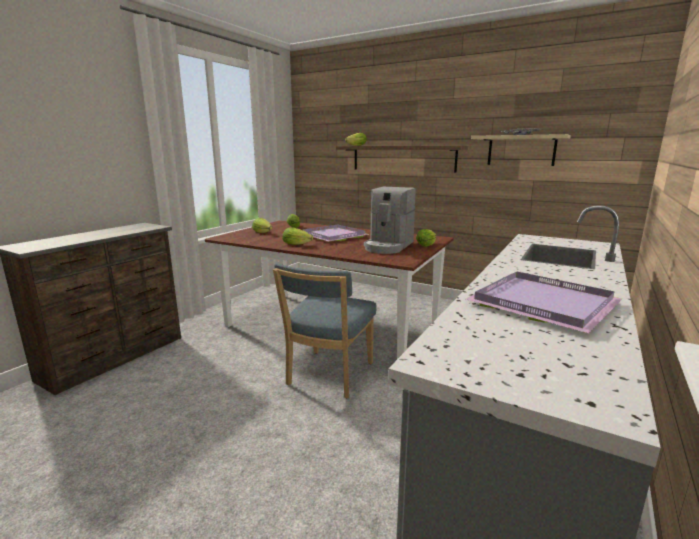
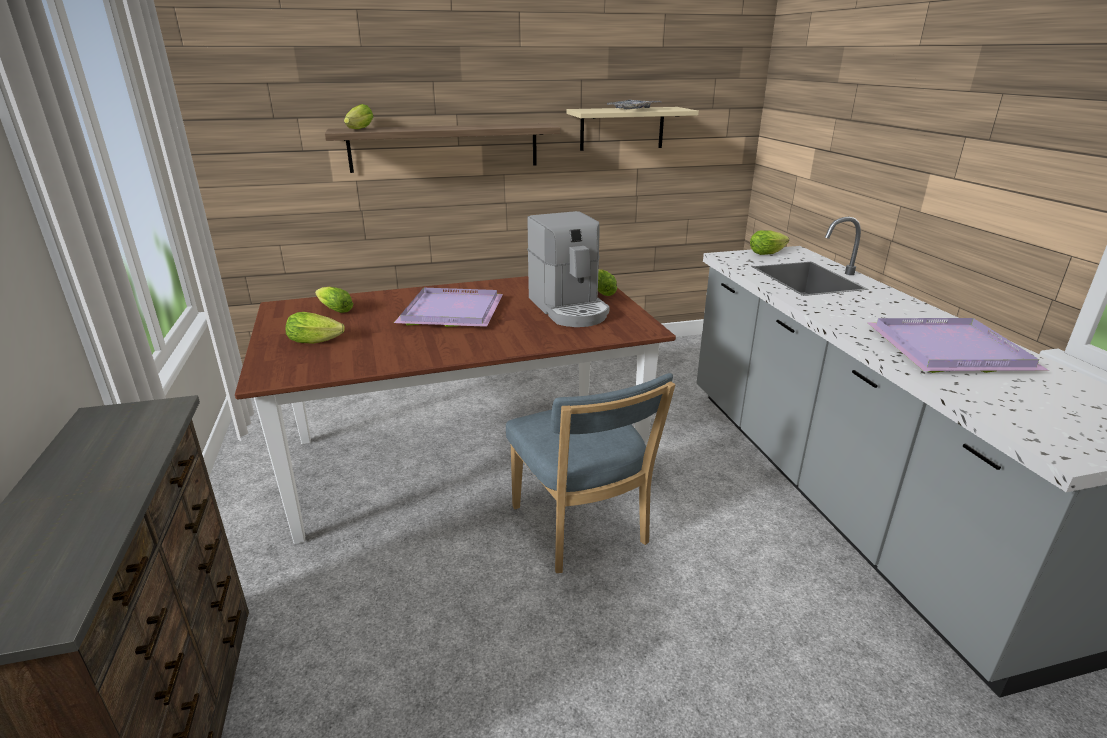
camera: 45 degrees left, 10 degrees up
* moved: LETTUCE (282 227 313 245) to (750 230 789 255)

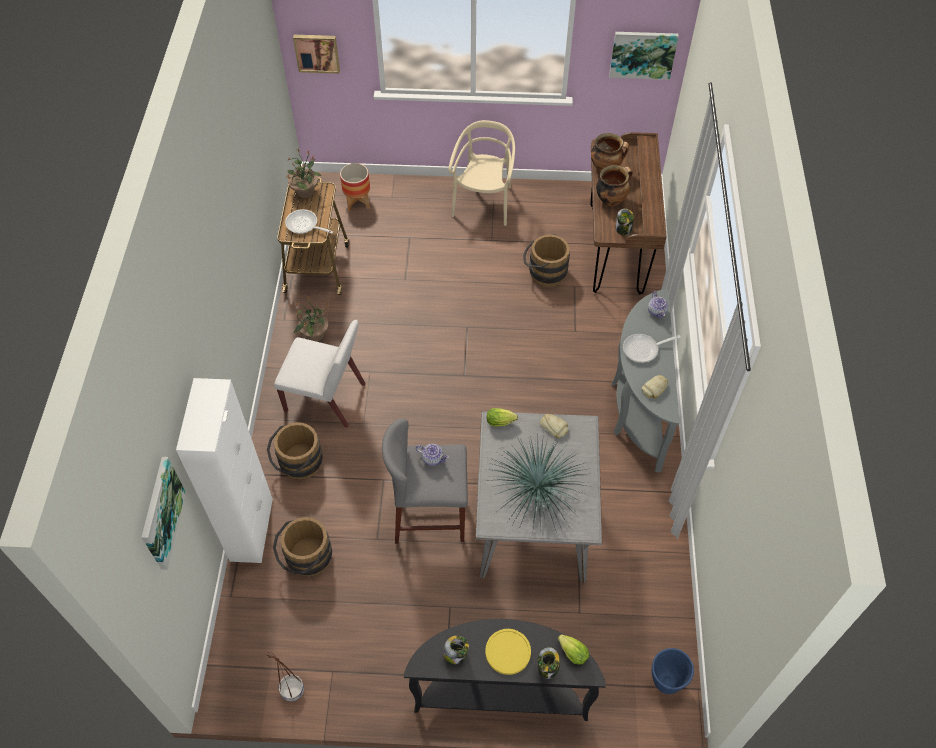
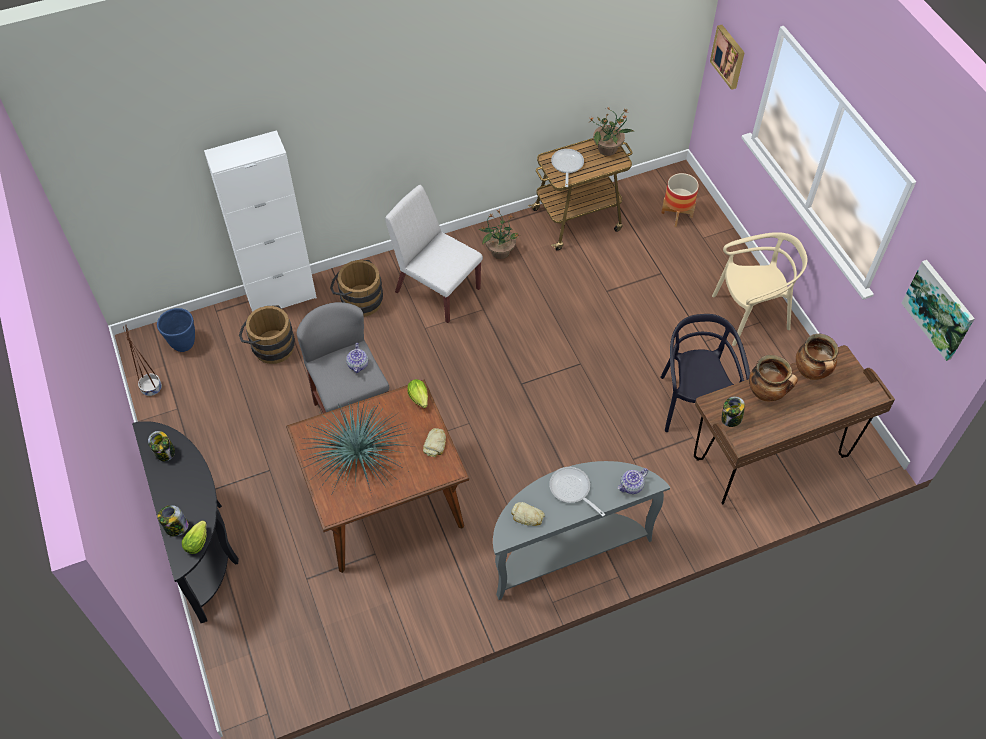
camera: 65 degrees right, 0 degrees up
* removed: PICTURE (141 457 186 570)
* removed: YELLOW PLATE (485 629 531 675)
* moved: BLUE PLANTER (652 648 694 694) to (157 308 195 352)
* replaced: BROWN BUCKET (523 234 570 287) to BLACK CHAIR (660 314 750 432)
* recoloured: GREY DINING TABLE (475 411 602 583) to BROWN DINING TABLE (286 379 469 573)
* turned: WHITE CHAIR (274 320 366 428) = (385 185 483 323) 135 degrees clockwise

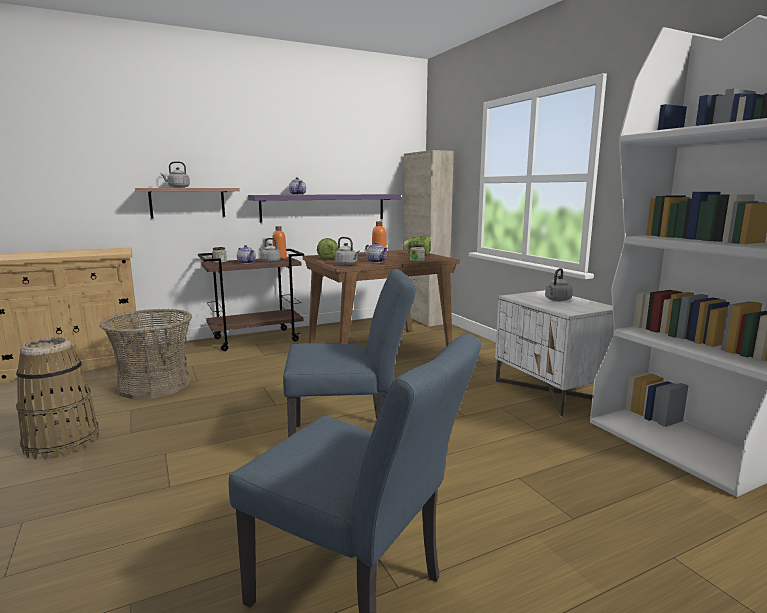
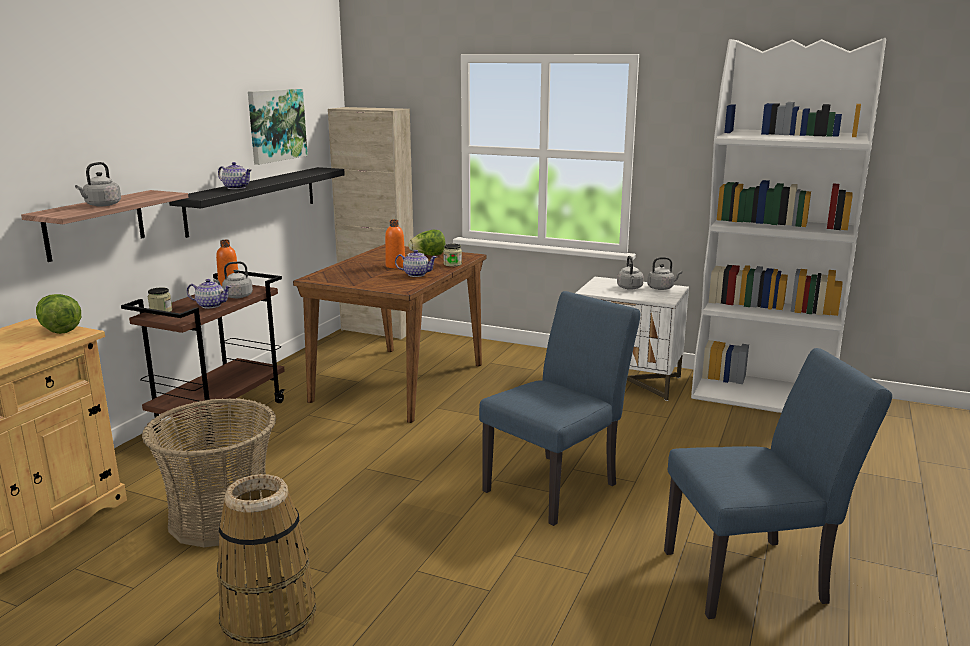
camera: 40 degrees left, 5 degrees up
* added: PICTURE (248 89 308 165)
* moved: LETTUCE (317 238 338 260) to (36 294 81 334)
* moved: GREY KETTLE (335 237 360 265) to (647 257 682 290)
* recoloured: PURPLE SHELF (248 194 401 223) to BLACK SHELF (169 167 345 238)

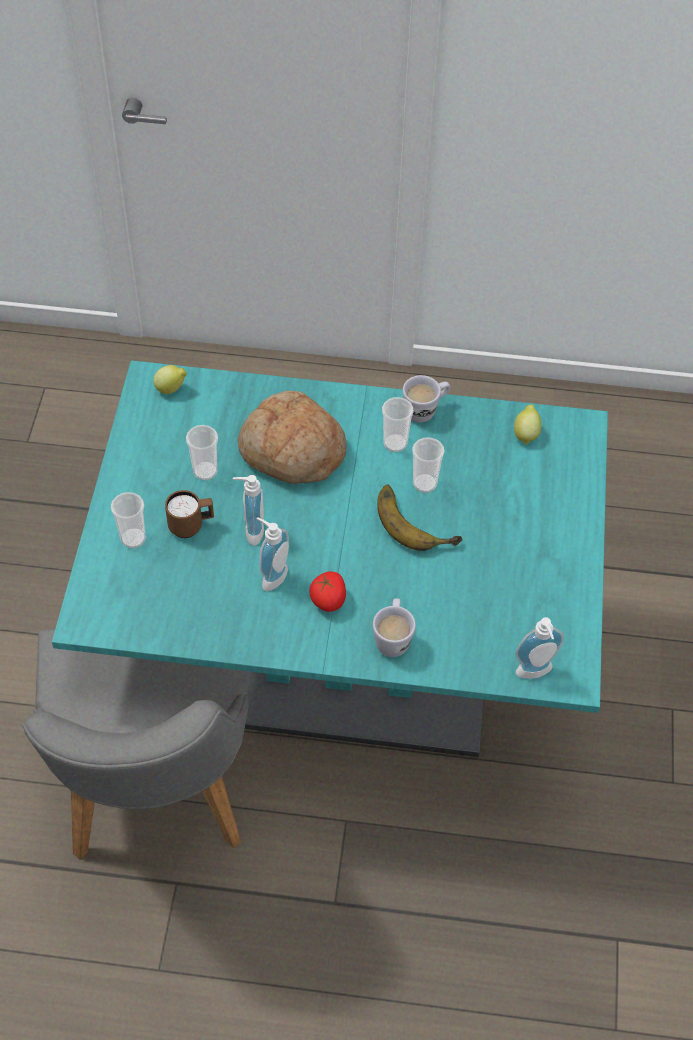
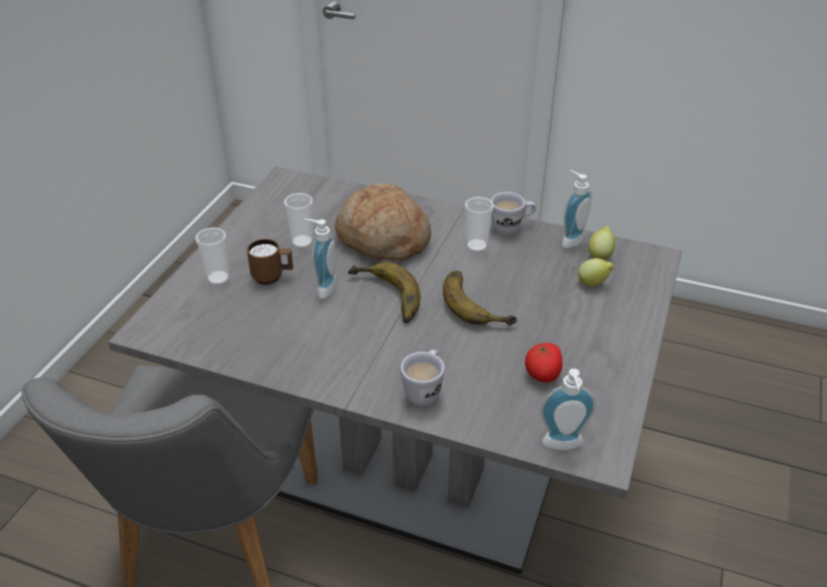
camera: 15 degrees right, 15 degrees down
* removed: CUP (412 437 445 493)
* added: BANANA (348 262 420 323)
* moved: LEMON (153 365 187 394) to (578 258 614 287)
* moved: SOAP DISPENSER (257 517 289 591) to (562 170 592 248)
* moved: TOMATO (309 571 346 612) to (525 343 563 382)
* recoloured: TURQUOISE DINING TABLE (52 360 608 757) to GREY DINING TABLE (108 167 682 574)

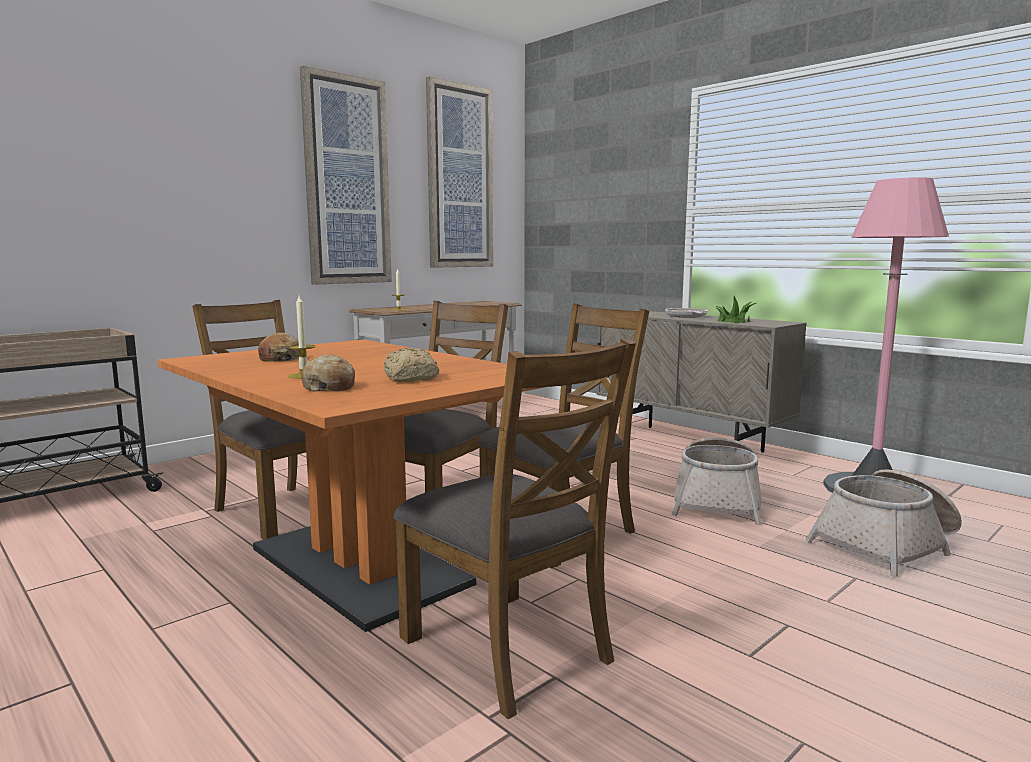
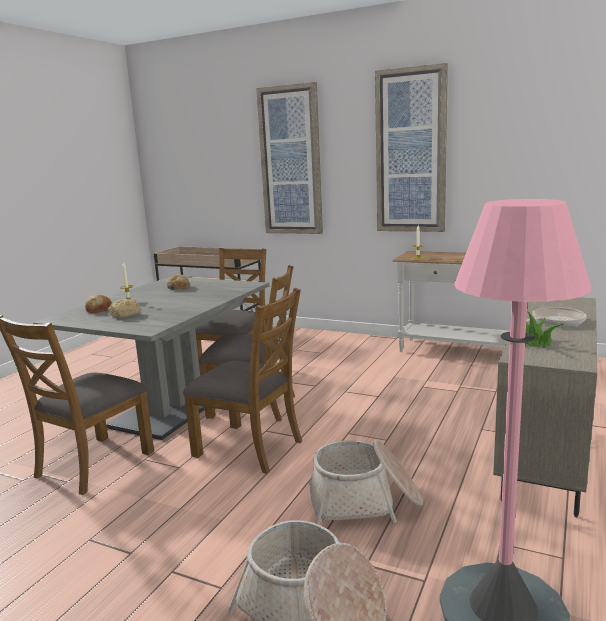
camera: 70 degrees right, 5 degrees up
* moved: PICTURE (426 76 493 268) to (256 82 323 234)
* recoloured: ORANGE DINING TABLE (158 340 544 632) to GREY DINING TABLE (33 277 269 440)

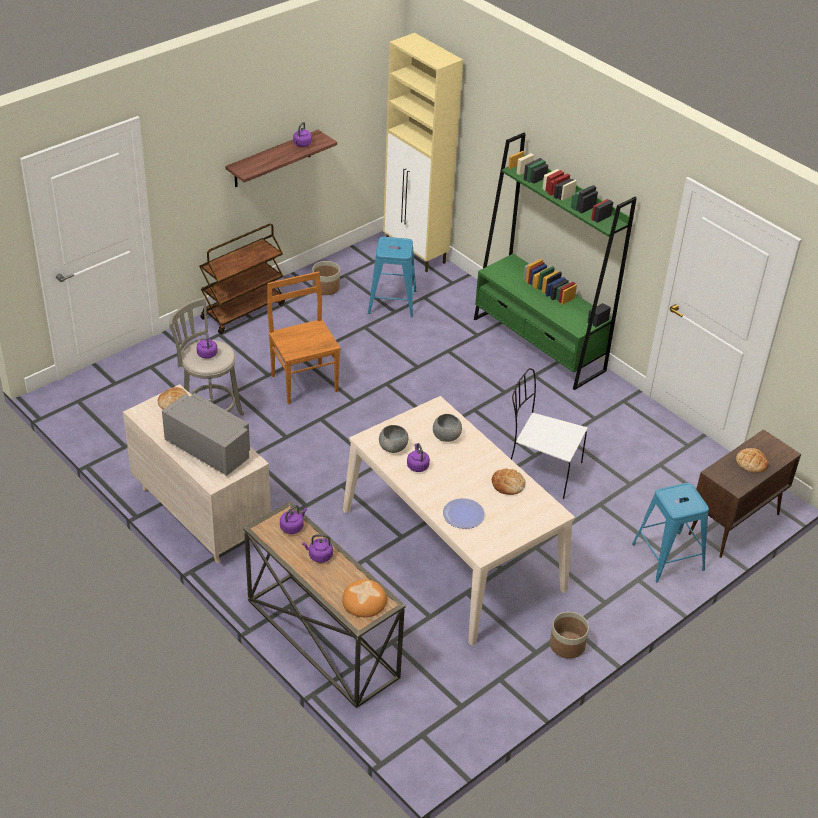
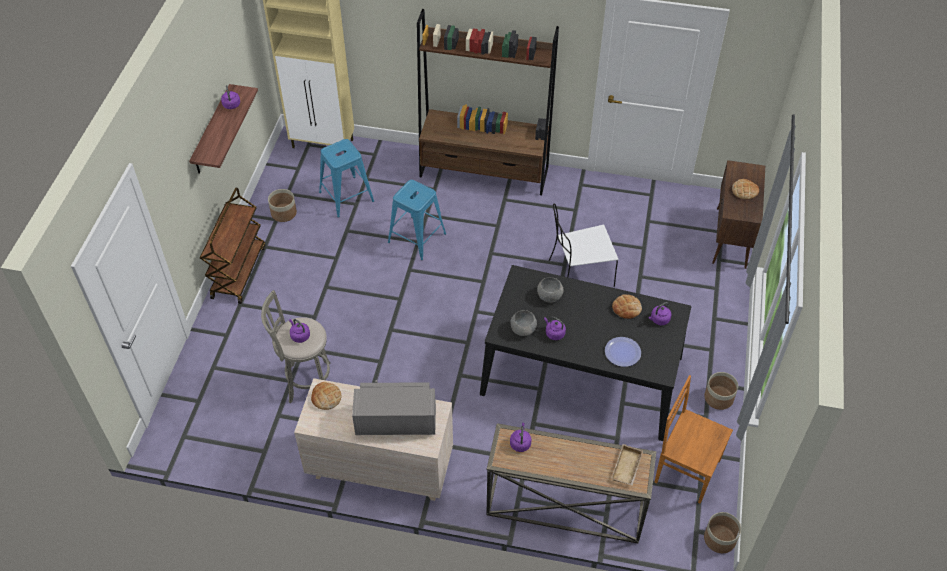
camera: 35 degrees left, 10 degrees up
* added: PLANTER (704 512 741 553)
* moved: BROWN CHAIR (267 271 341 404) to (655 375 733 504)
* moved: PURPLE KETTLE (302 534 333 563) to (648 302 671 325)
* moved: BLUE STOOL (632 483 709 582) to (388 180 446 260)
* replaced: BREAD (342 579 387 617) to BEIGE TRAY (611 444 643 486)
* recoloured: BEIGE DINING TABLE (343 396 575 645) to BLACK DINING TABLE (480 265 691 441)
* recoloured: GREEN BOOKCASE (474 133 637 390) to BROWN BOOKCASE (417 9 559 195)

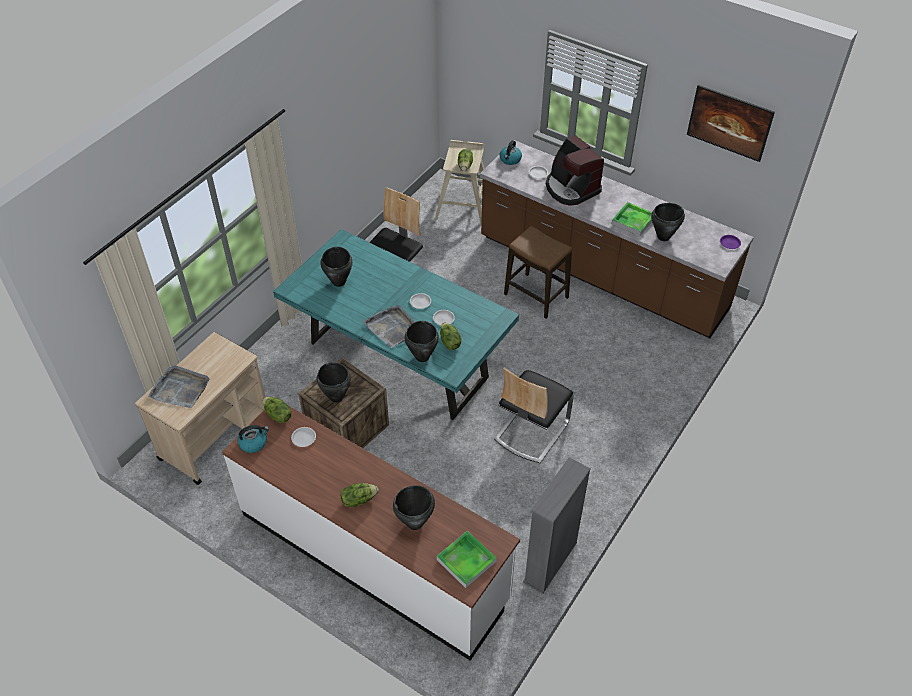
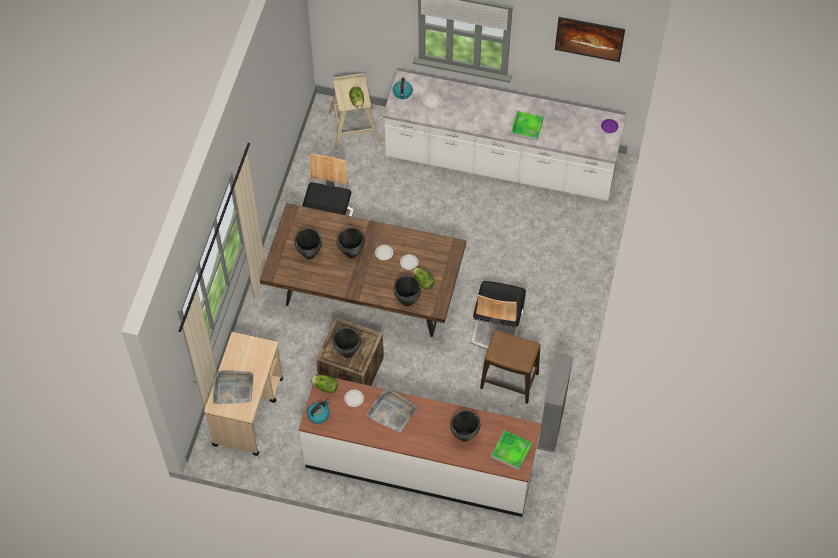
camera: 20 degrees left, 10 degrees up
* removed: LETTUCE (340 483 378 507)
* removed: COFFEE MACHINE (546 135 604 206)
* moved: GREY TRAY (363 305 415 348) to (366 389 417 432)
* moved: STOOL (504 226 572 319) to (480 330 540 404)
* moved: BLACK COOKING POT (651 203 685 241) to (337 228 365 258)
* recoloured: TURQUOISE DINING TABLE (273 229 519 420) to BROWN DINING TABLE (260 203 466 337)
* recoloured: BROWN COUNTER (480 140 754 338) to WHITE COUNTER (383 71 626 201)

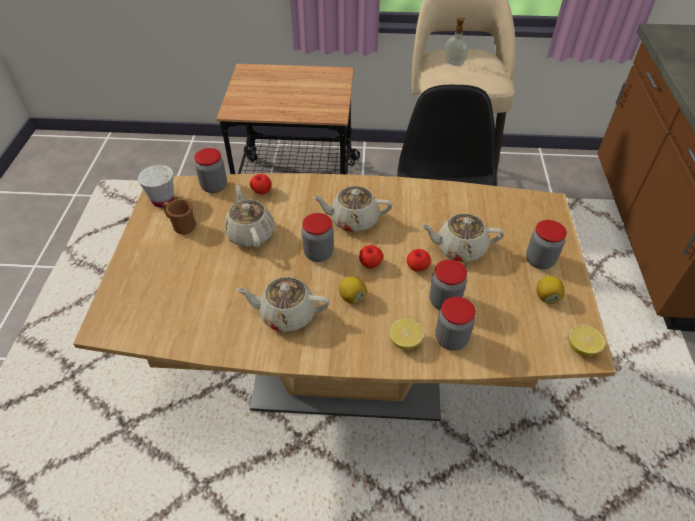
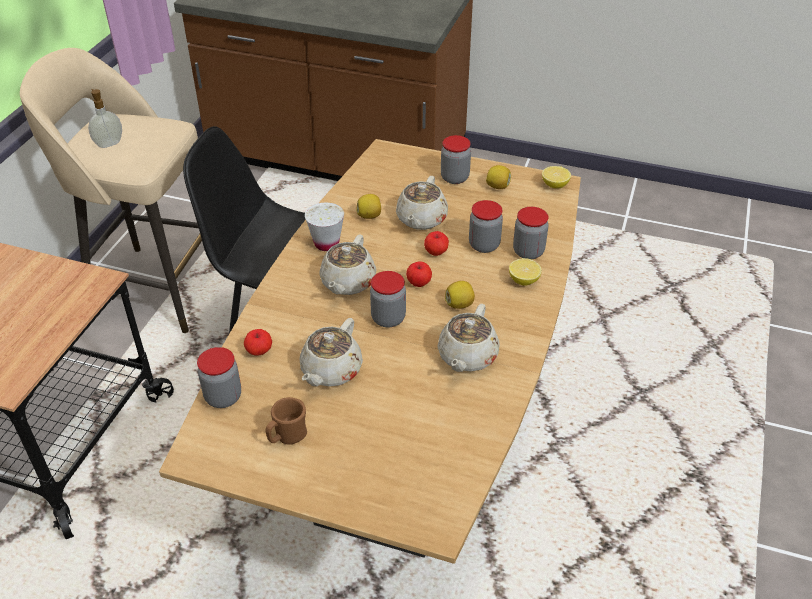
camera: 75 degrees left, 5 degrees down
* added: LEMON (356 194 381 219)
* moved: WHITE CUP (137 165 174 207) to (305 203 344 251)
* turned: BEIGE TEAPOT (224 185 275 248) = (300 318 363 387) 60 degrees counterclockwise

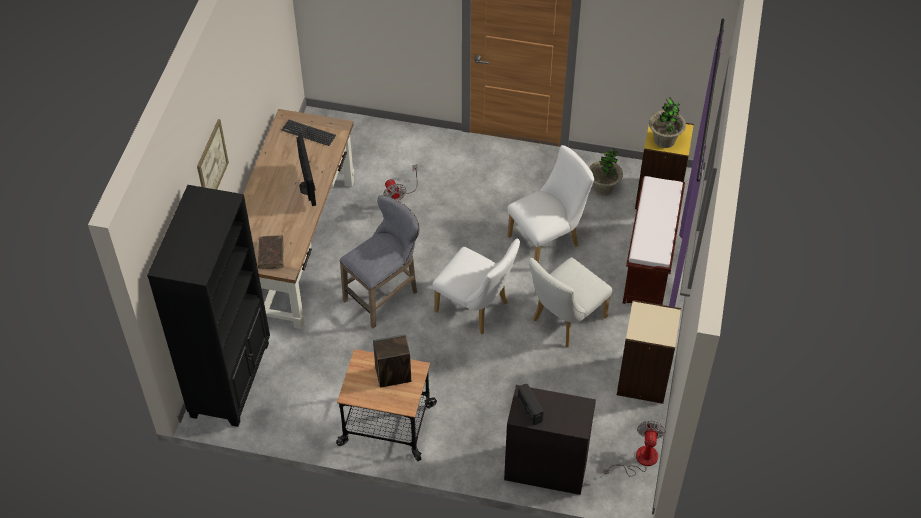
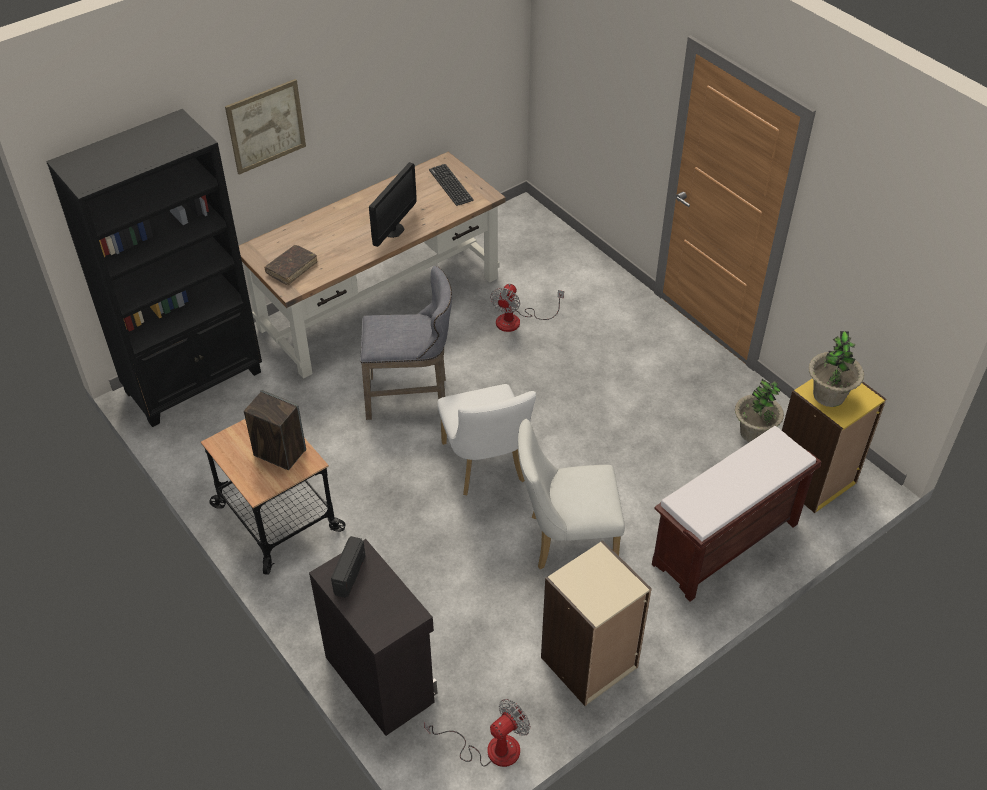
camera: 40 degrees right, 5 degrees down
* removed: WHITE CHAIR (507 145 594 263)

